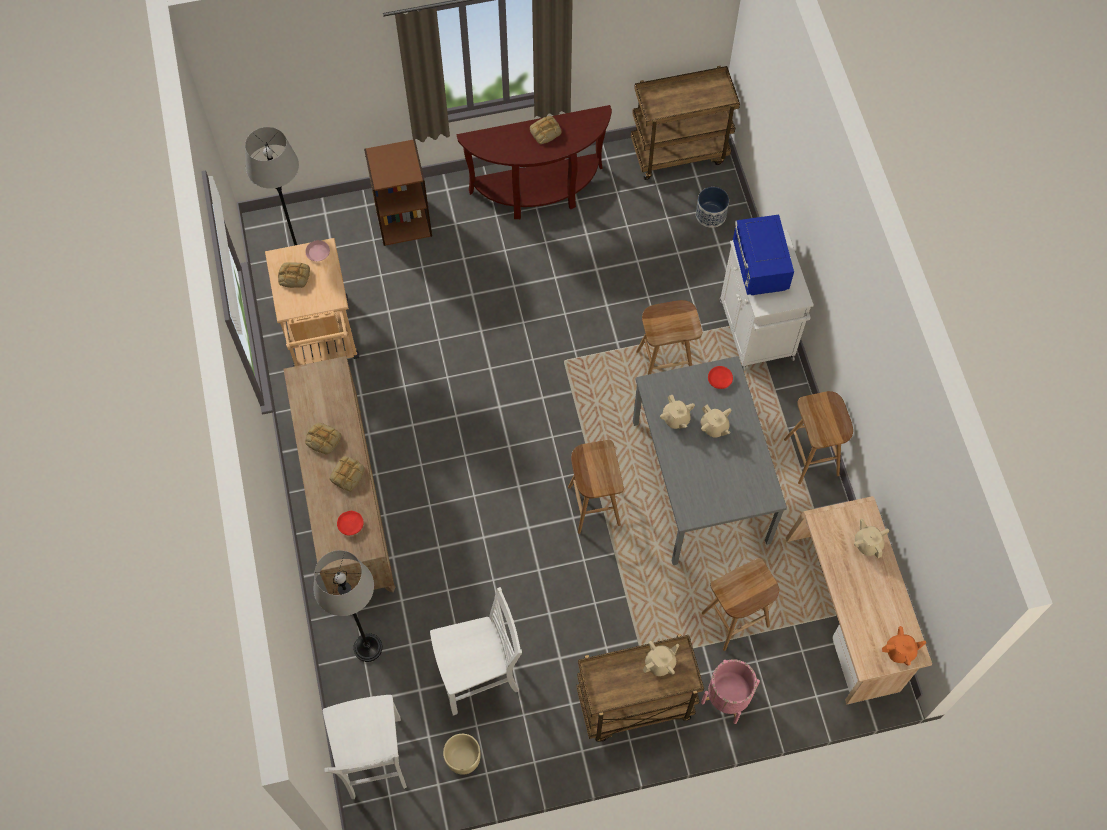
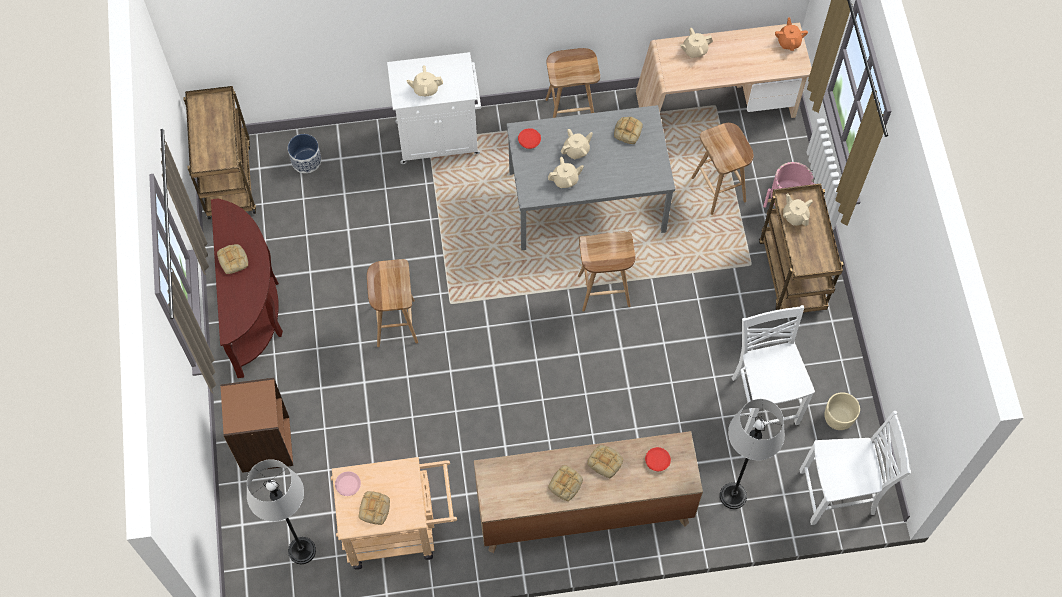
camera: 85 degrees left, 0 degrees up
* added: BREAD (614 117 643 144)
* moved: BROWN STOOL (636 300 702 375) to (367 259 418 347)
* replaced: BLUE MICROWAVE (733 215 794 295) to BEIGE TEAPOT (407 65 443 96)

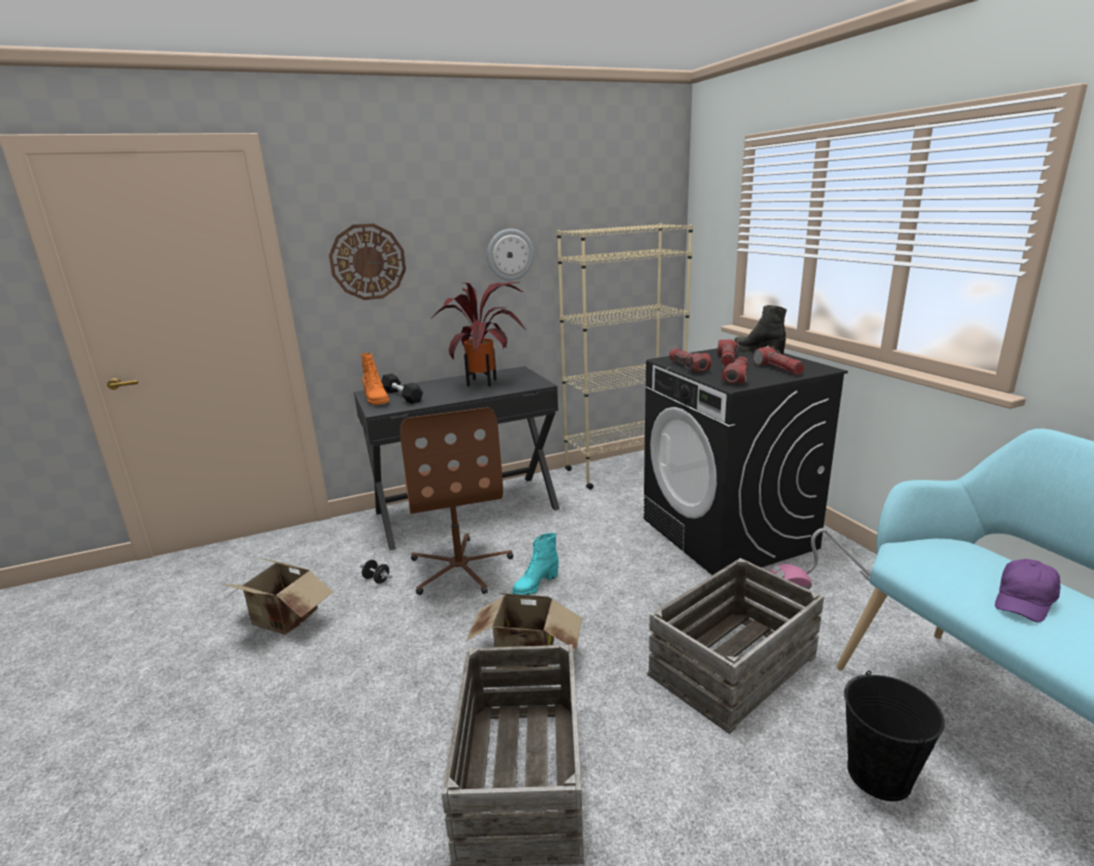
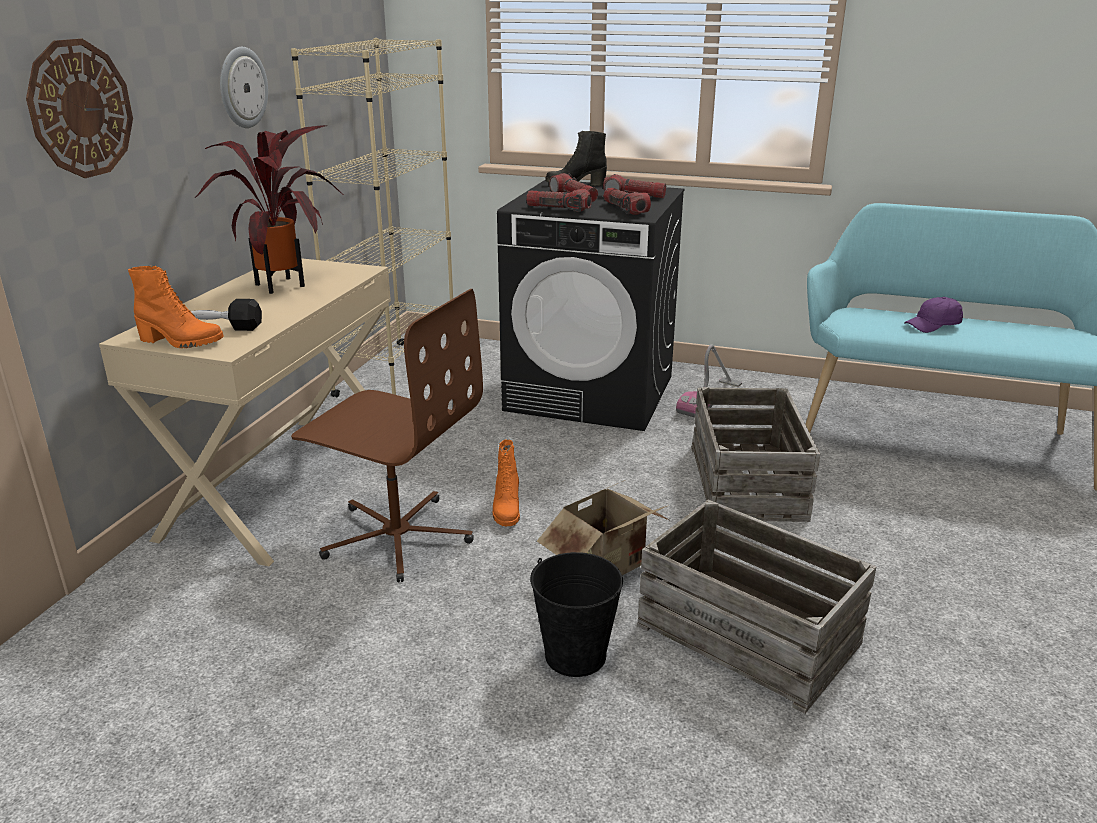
camera: 50 degrees left, 5 degrees up
* removed: CARDBOARD BOX (220 558 333 635)
* removed: BLACK DUMBBELL (360 560 392 584)
* moved: BLACK BUCKET (844 671 945 801) to (530 552 623 677)
* recoloured: BLACK DESK (354 366 560 550) to BEIGE DESK (99 258 391 566)
* recoloured: TURQUOISE BOOT (512 533 559 595) to ORANGE BOOT (493 439 520 527)
* turned: PURPLE CAP (995 559 1061 623) = (904 297 963 333) 75 degrees clockwise

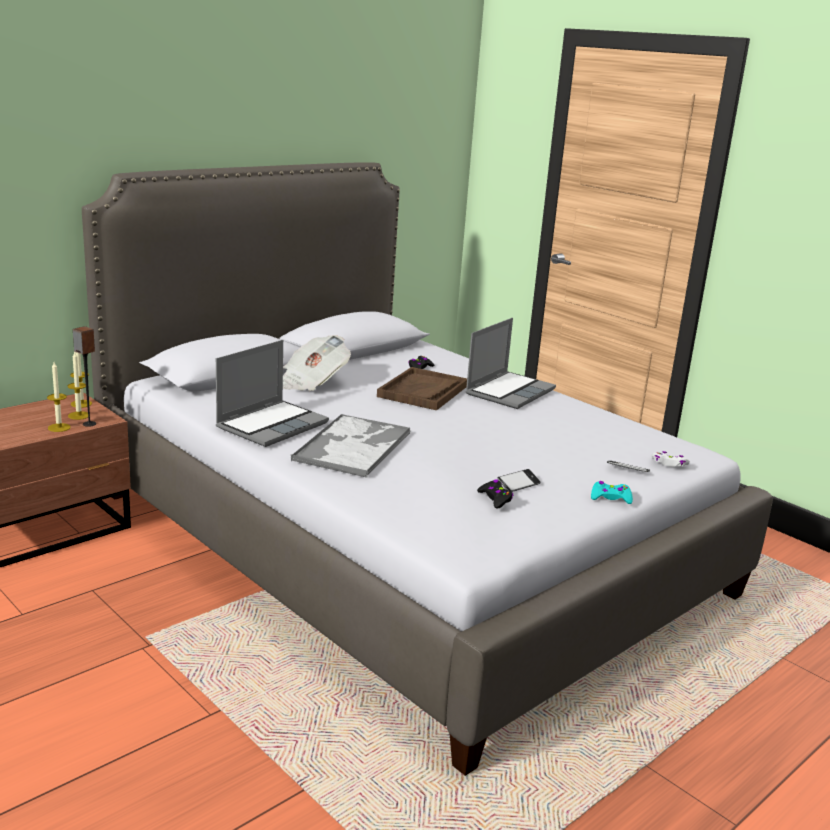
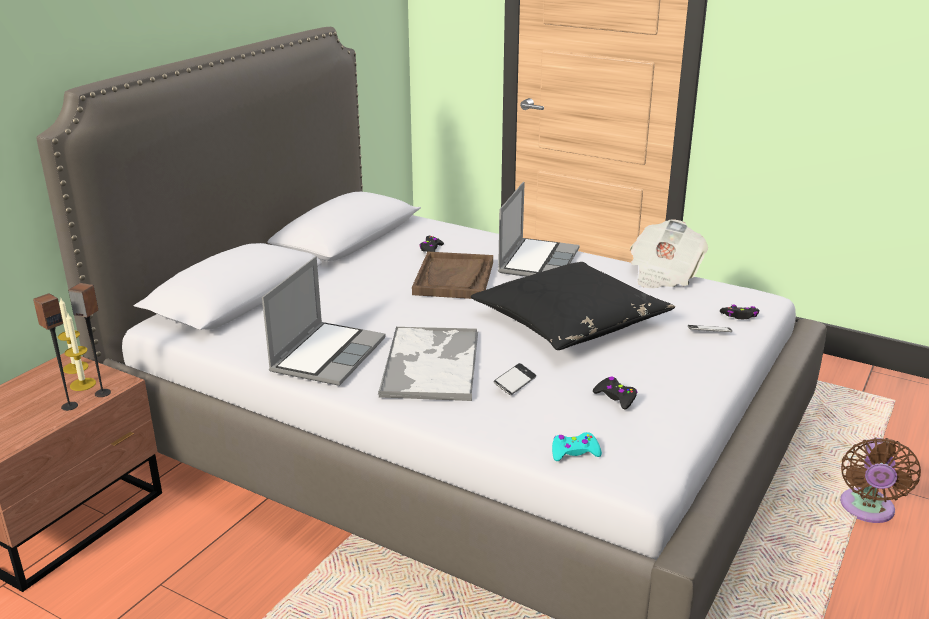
camera: 15 degrees left, 5 degrees up
* added: BLACK PILLOW (471 262 675 350)
* added: BROWN FAN (840 438 921 523)
* moved: NEWSPAPER (283 335 351 391) to (630 219 708 288)
* moved: PHONE (497 469 541 492) to (494 363 536 395)
* moved: TURQUOISE GAME CONTROLLER (591 481 633 504) to (552 432 602 461)
* replaced: CANDLE (47 362 71 432) to SPEAKER (33 293 78 411)
* recoloured: WHITE GAME CONTROLLER (652 451 690 467) to BLACK GAME CONTROLLER (720 305 759 319)

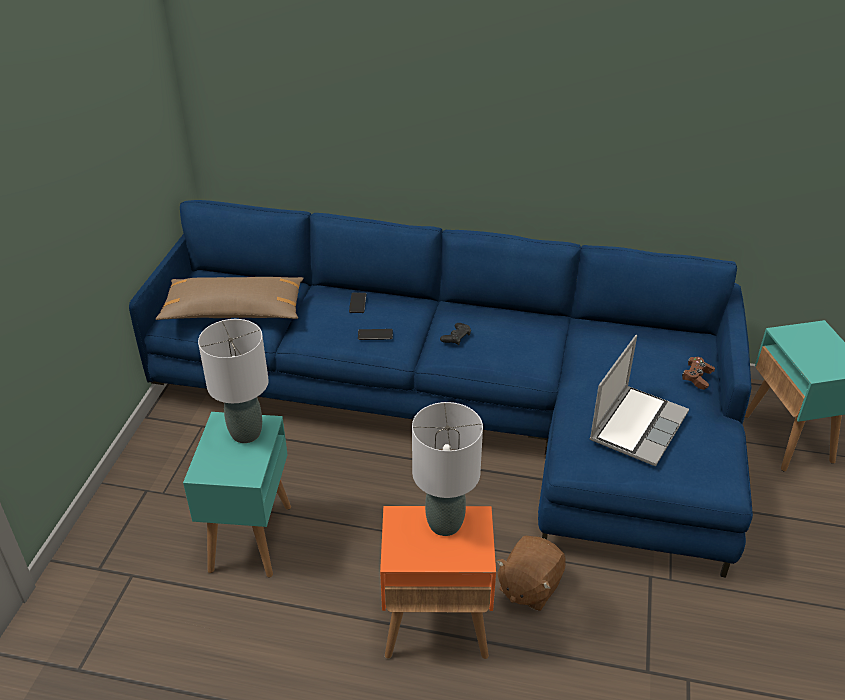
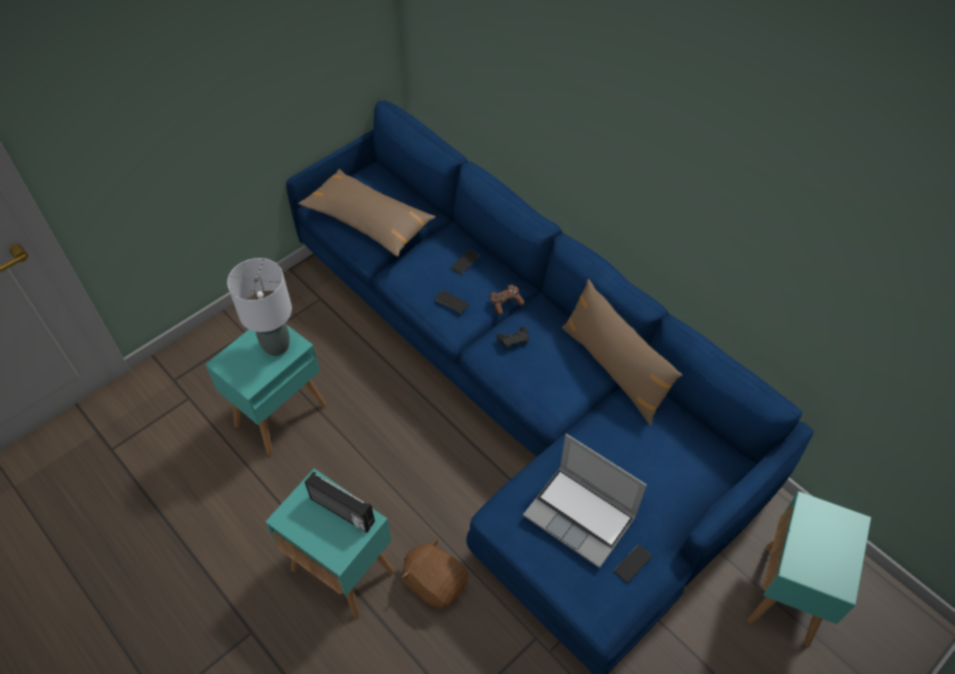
camera: 35 degrees right, 15 degrees up
* added: BROWN PILLOW (562 279 682 425)
* added: PHONE (614 545 652 583)
* moved: BROWN GAME CONTROLLER (682 357 715 390) to (490 284 525 315)
* replaced: GREY TABLE LAMP (412 402 483 536) to RADIO (305 471 375 533)
* recoloured: ORANGE SIDE TABLE (380 506 496 659) to TURQUOISE SIDE TABLE (265 469 394 618)
* turned: BROWN PLUSH TOY (496 536 566 611) = (401 537 468 610) 60 degrees clockwise
* turned: LAPTOP (589 335 689 467) = (523 434 647 568) 60 degrees clockwise

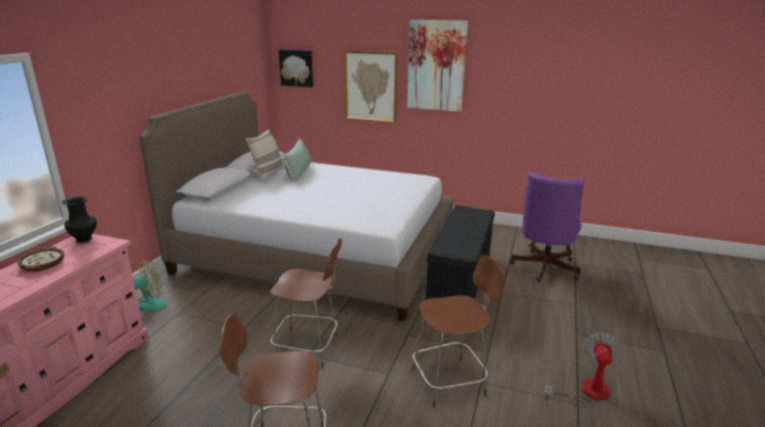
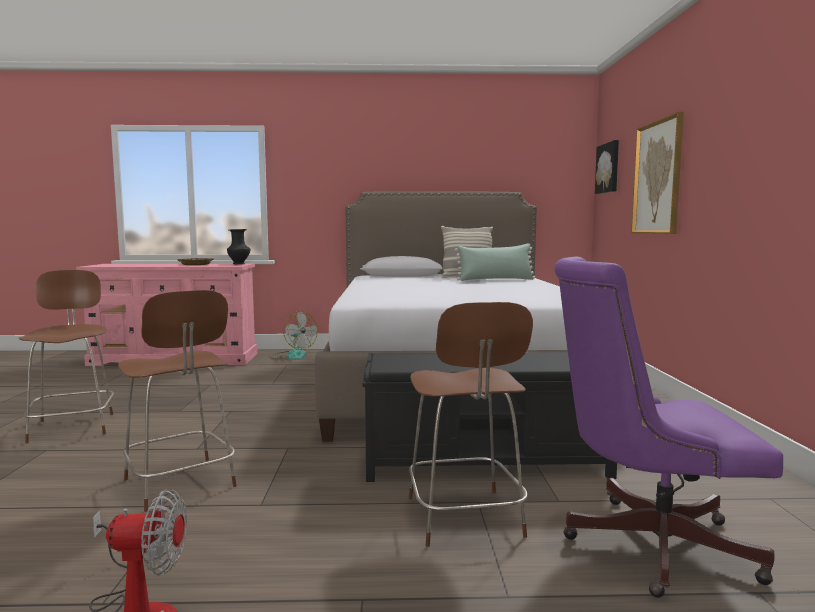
camera: 70 degrees right, 15 degrees down
* removed: PICTURE (407 20 468 112)
* moved: BROWN CHAIR (271 238 342 368) to (409 302 533 547)

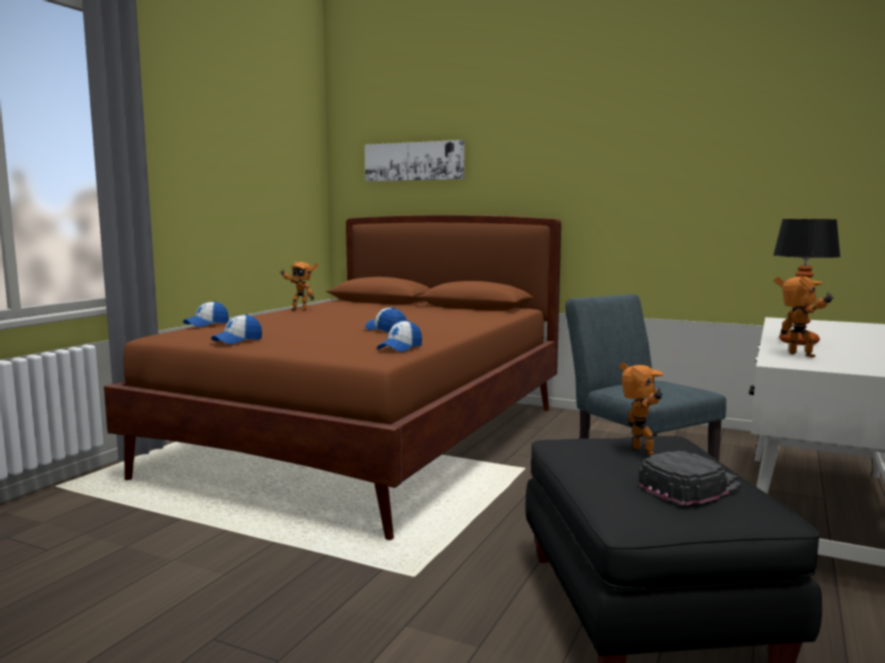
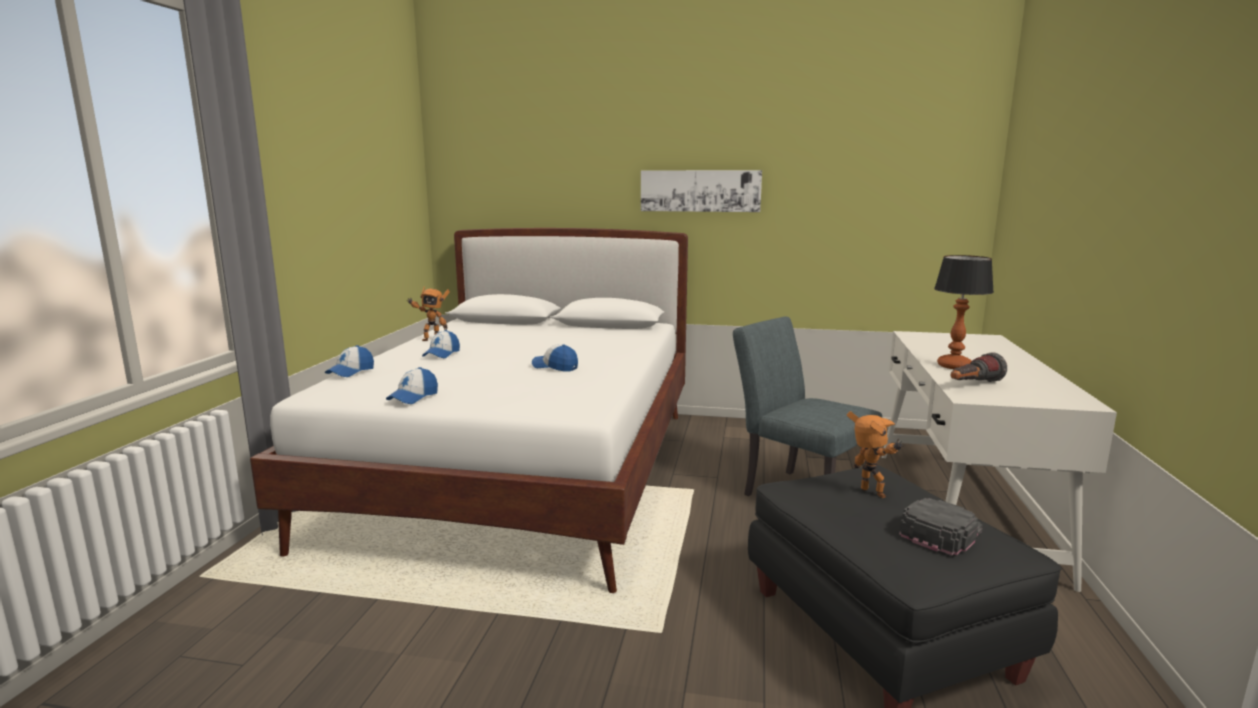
camera: 15 degrees left, 5 degrees up
* moved: PICTURE (365 140 465 181) to (641 170 762 212)
* moved: CAP (377 320 422 352) to (422 330 460 358)
* replaced: TOY ROBOT (774 276 834 357) to FLASHLIGHT (951 352 1007 382)
* recoloured: BROWN BED (104 215 561 540) to WHITE BED (250 228 688 593)

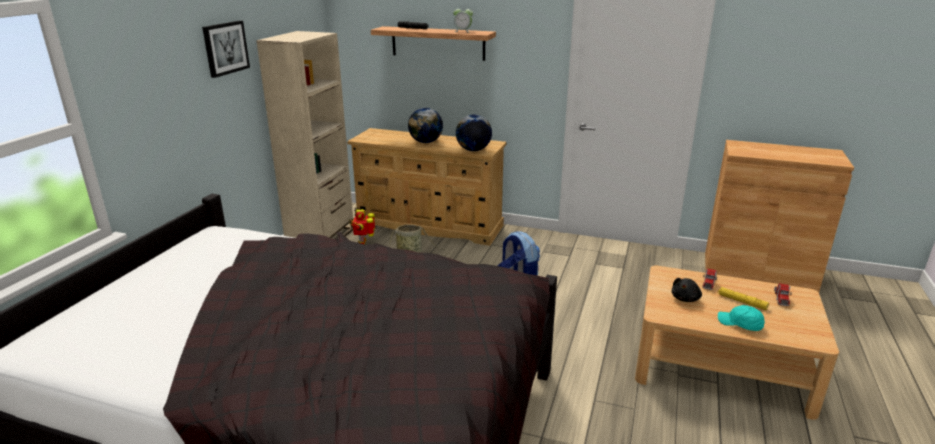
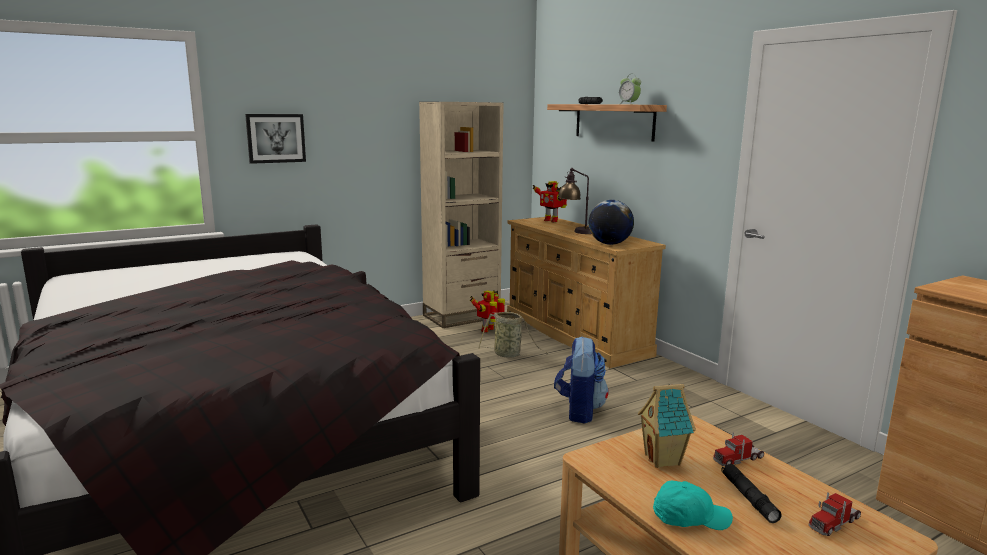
camera: 40 degrees right, 10 degrees down
* added: TOY ROBOT (533 181 567 222)
* moved: PICTURE (202 20 250 78) to (245 114 306 164)
* replaced: GLOBE (408 108 443 143) to TABLE LAMP (558 168 591 234)
* replaced: BLACK PLUSH TOY (671 278 702 302) to TOY HOUSE (638 384 696 468)
* recoloured: YELLOW FLASHLIGHT (718 287 769 310) to BLACK FLASHLIGHT (721 464 782 523)
* turned: TURQUOISE CAP (718 305 765 331) = (653 481 733 530) 105 degrees clockwise

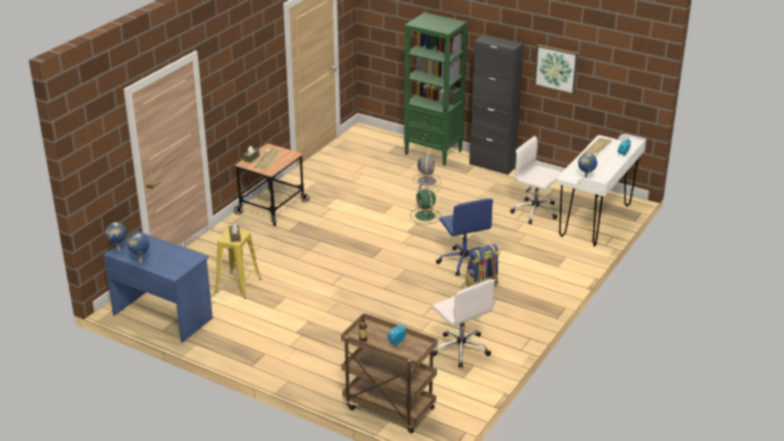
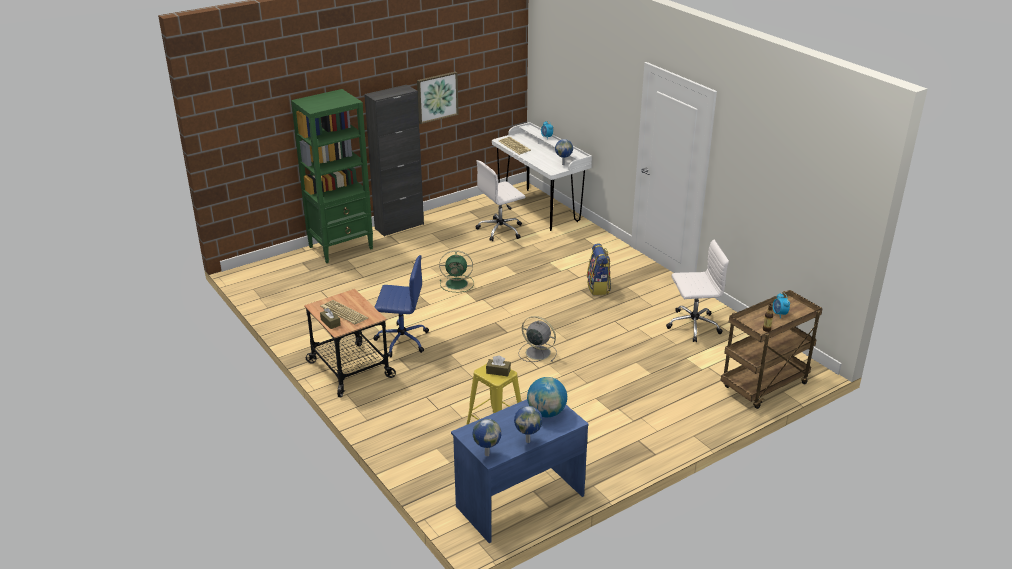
camera: 65 degrees left, 0 degrees up
* added: GLOBE (527 377 567 417)
* moved: GREY FAN (413 150 441 189) to (519 316 557 362)
* moved: BLUE OFFICE CHAIR (436 198 493 276) to (374 255 429 358)

